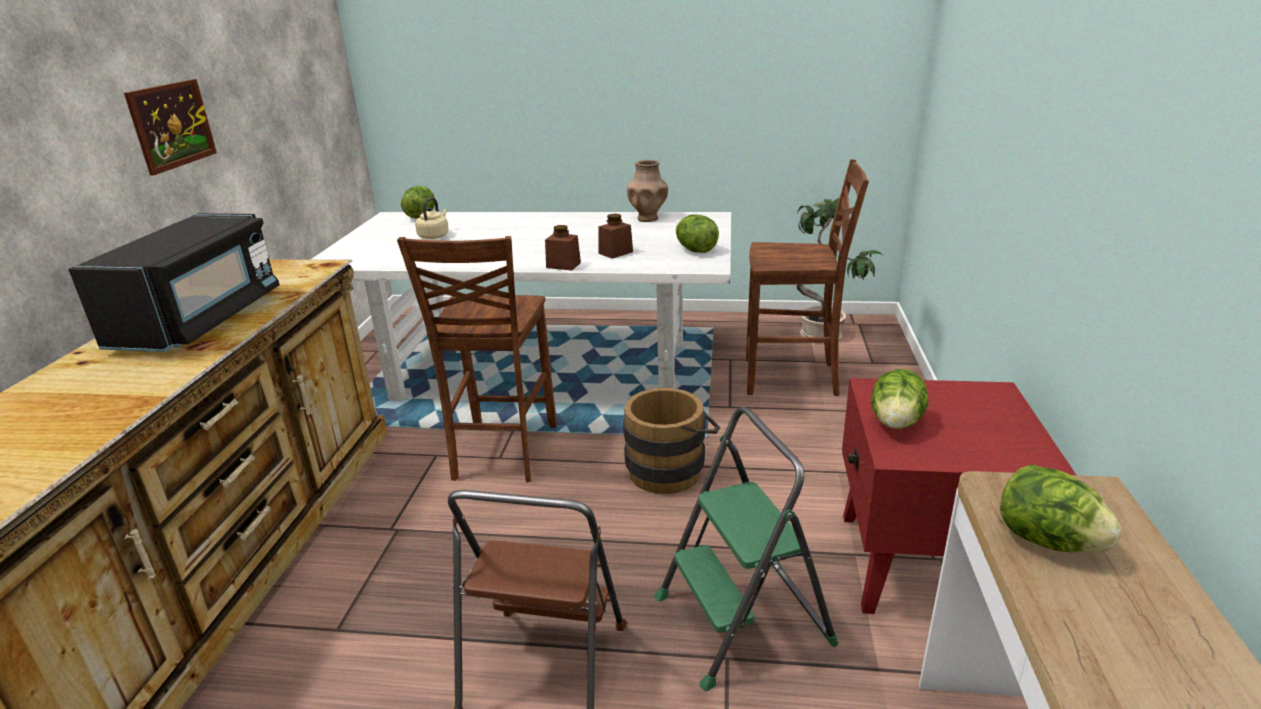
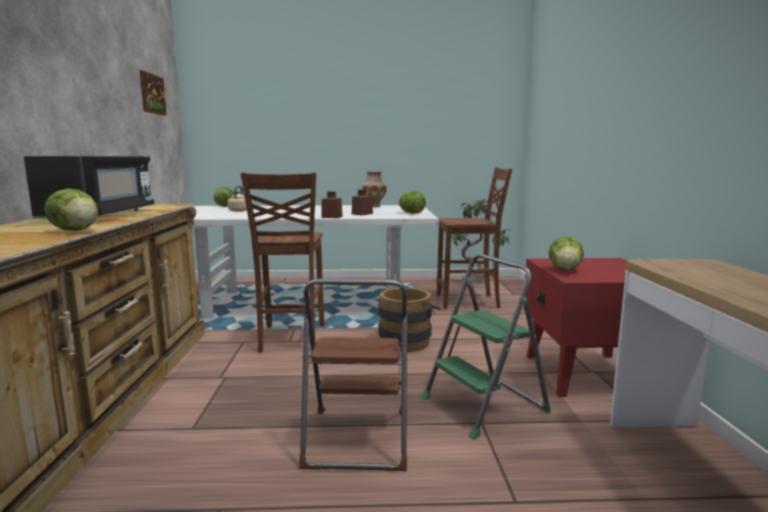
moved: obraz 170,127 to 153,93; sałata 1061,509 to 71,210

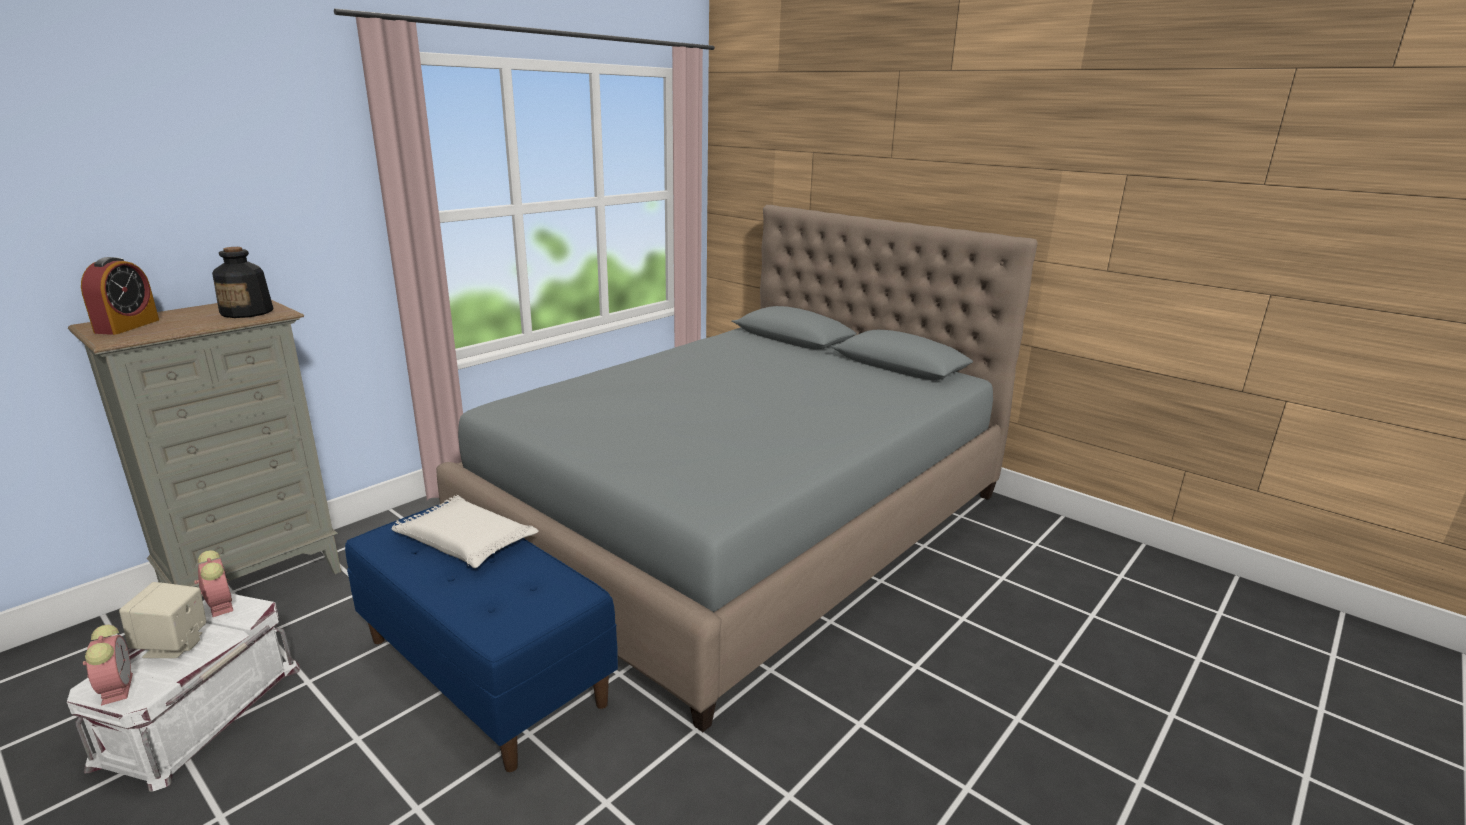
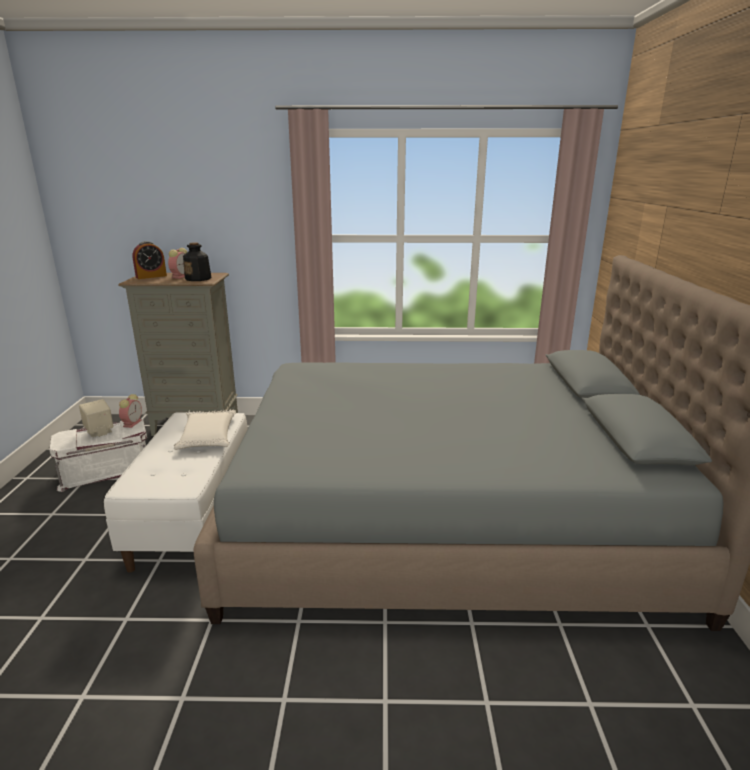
moved: budzik 108,665 to 177,263
recoloured: ławka/niebieski 481,637 to ławka/biały 176,492

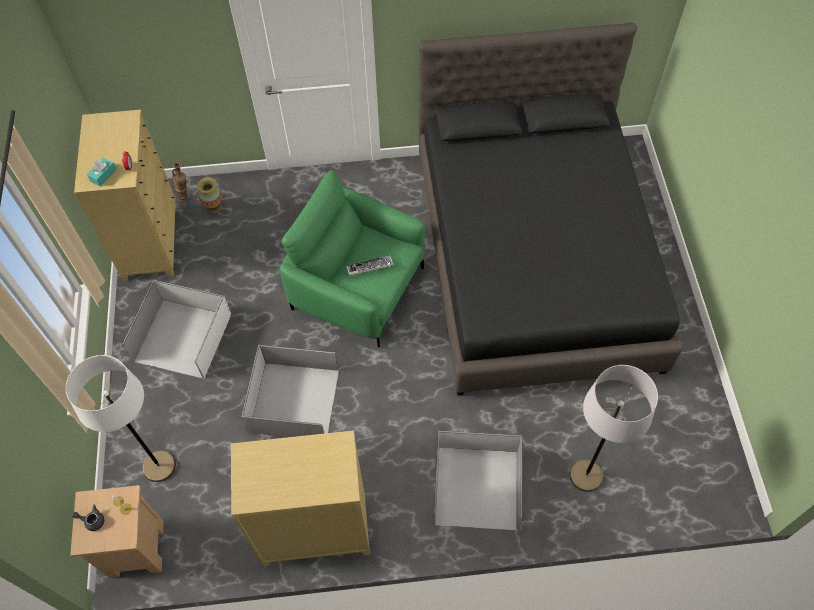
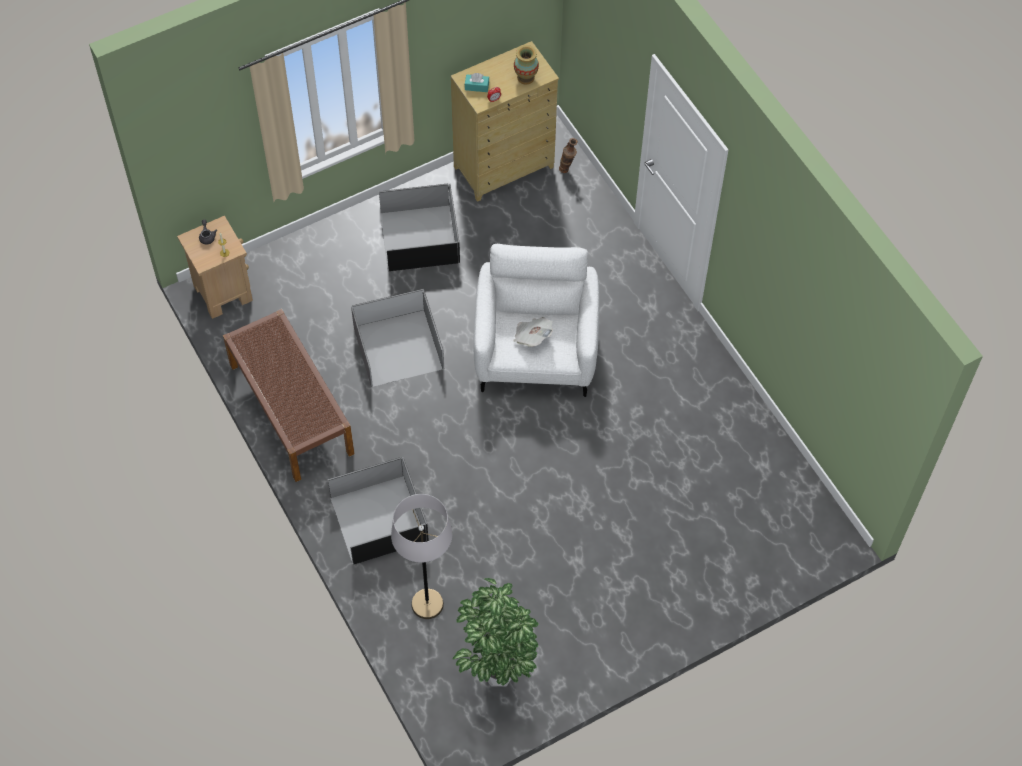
removed: lampa stojąca/biały 120,418; łóżko/czarny 551,209
added: roślina doniczkowa 495,632
moved: wazon 209,195 to 526,64
replaced: komoda/beżowy 300,498 to ławka/brązowy 289,395; klawiatura 370,265 to gazeta 533,332
recoloured: pojemnik do przechowywania/biały 176,329 to pojemnik do przechowywania/czarny 419,227; fotel/zielony 352,258 to fotel/biały 536,320

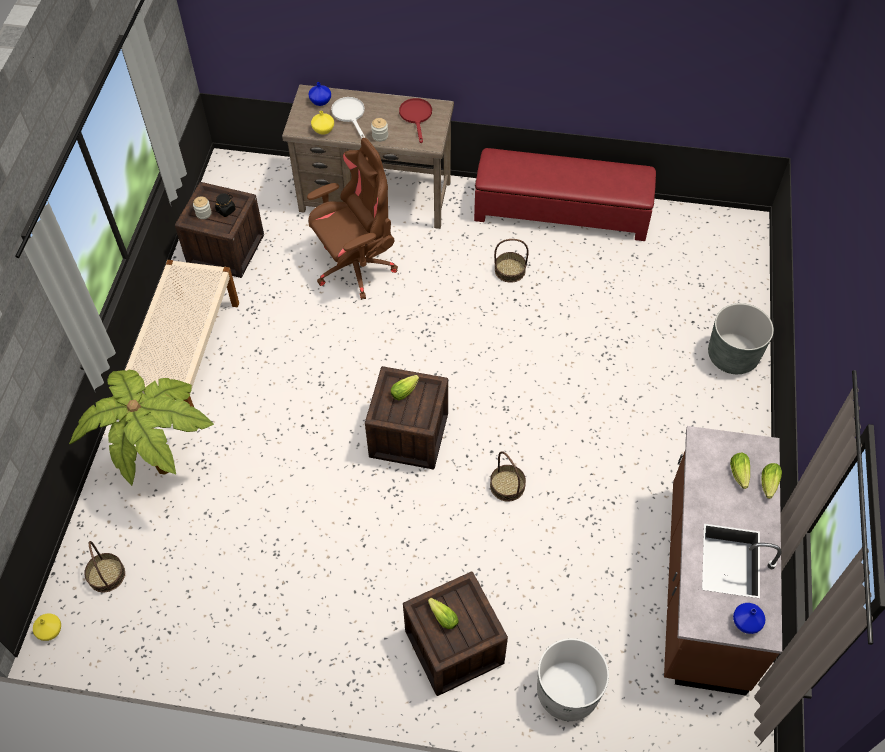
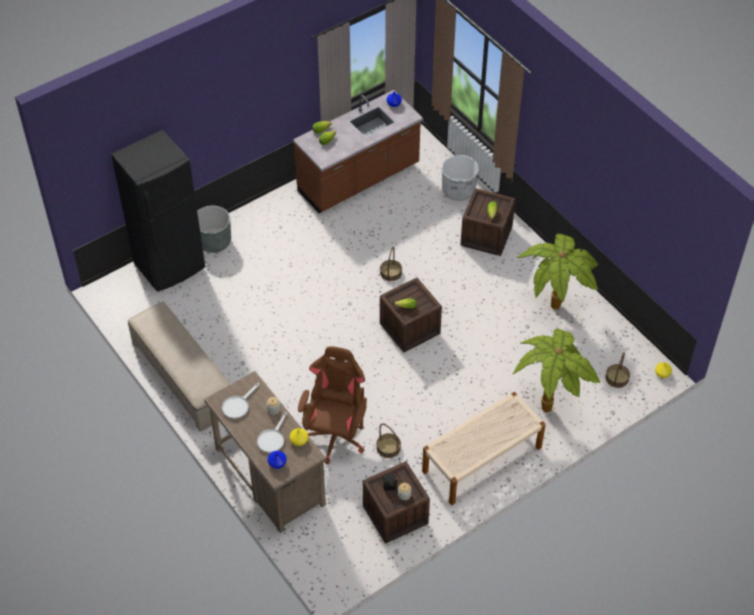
added: lodówka/czarny 158,211; roślina doniczkowa 557,271
moved: koszyk 511,261 to 389,440
recoloured: patelnia/czerwony 415,120 to patelnia/biały 240,401; ławka/czerwony 565,194 to ławka/beżowy 179,367
turned: krzesło biurowe/brązowy 352,219 = 332,405 90 degrees clockwise

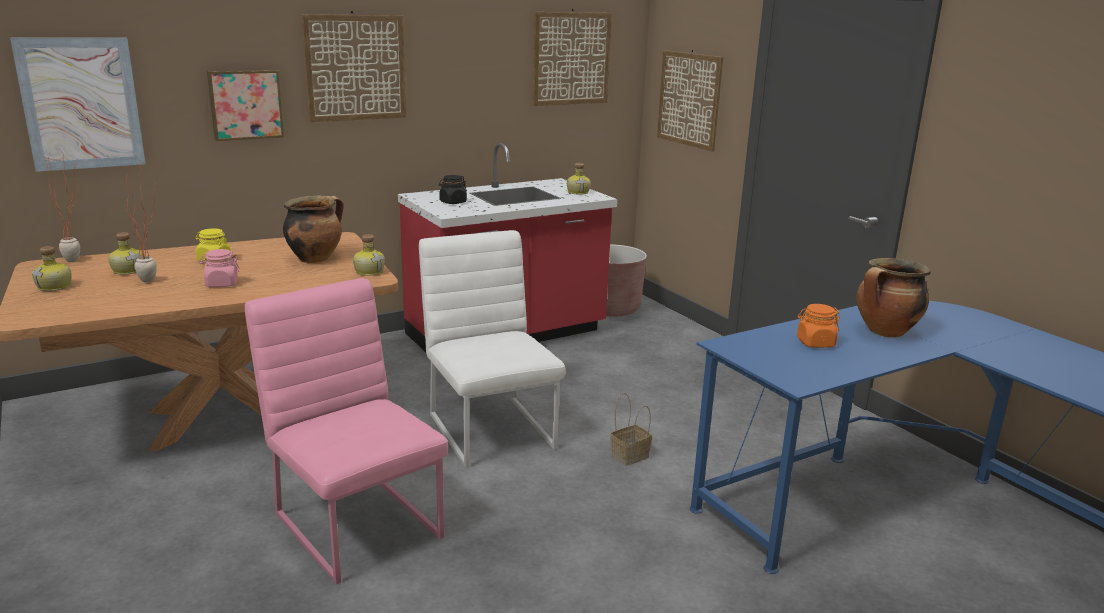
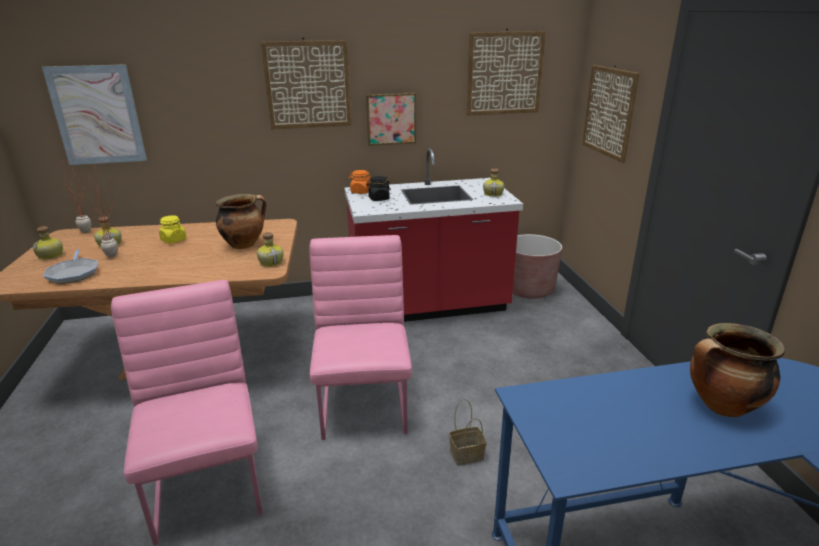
removed: słoik/różowy 219,268
added: patelnia 70,266
moved: obraz 245,105 to 391,119; słoik/pomarańczowy 818,326 to 360,182
recoloured: krzesło/biały 492,349 to krzesło/różowy 360,337

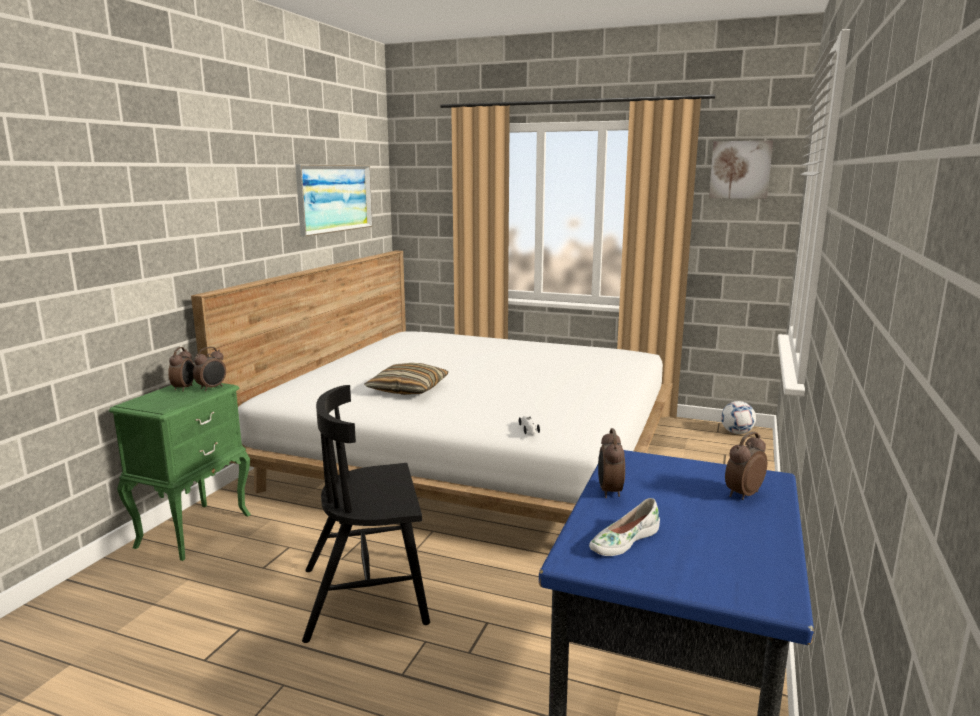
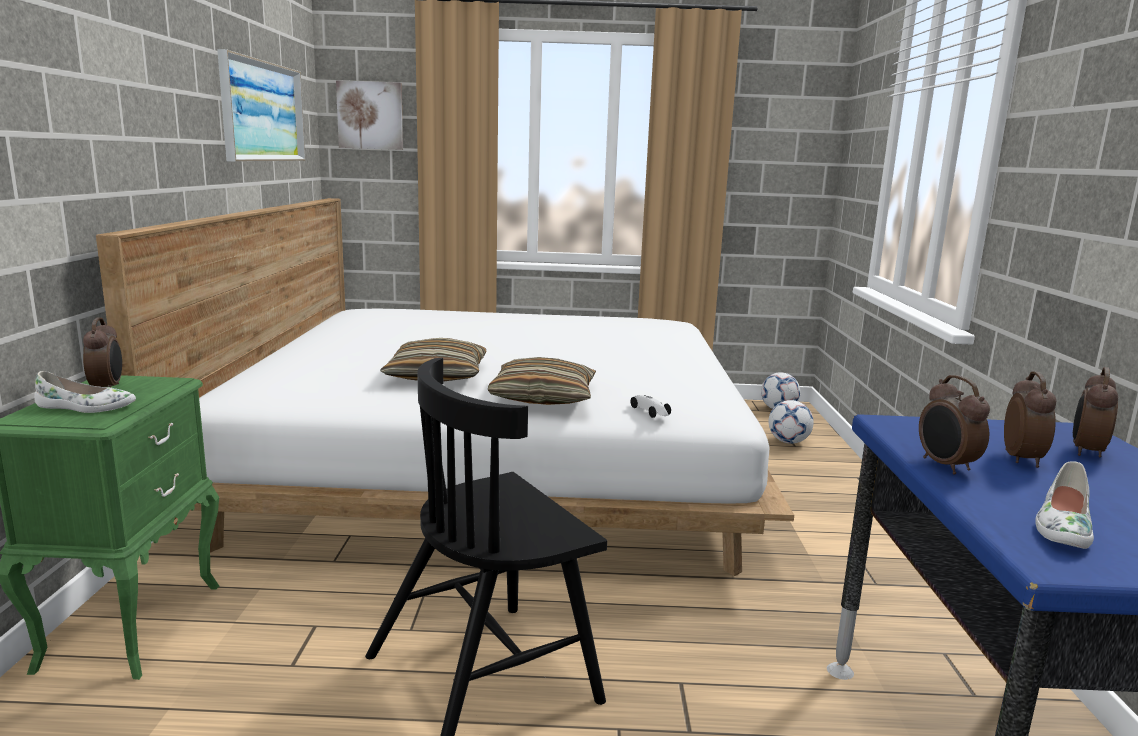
added: but/biały 85,392; poduszka 542,381; piłka futbolowa 791,422
moved: budzik 209,369 to 1030,419; obraz 741,170 to 369,115

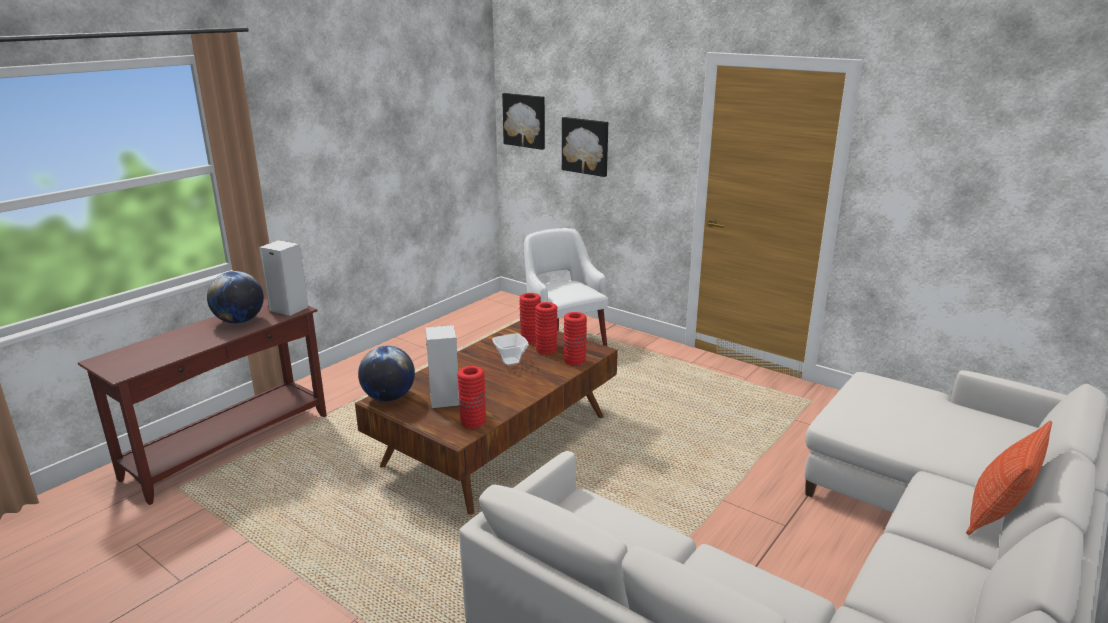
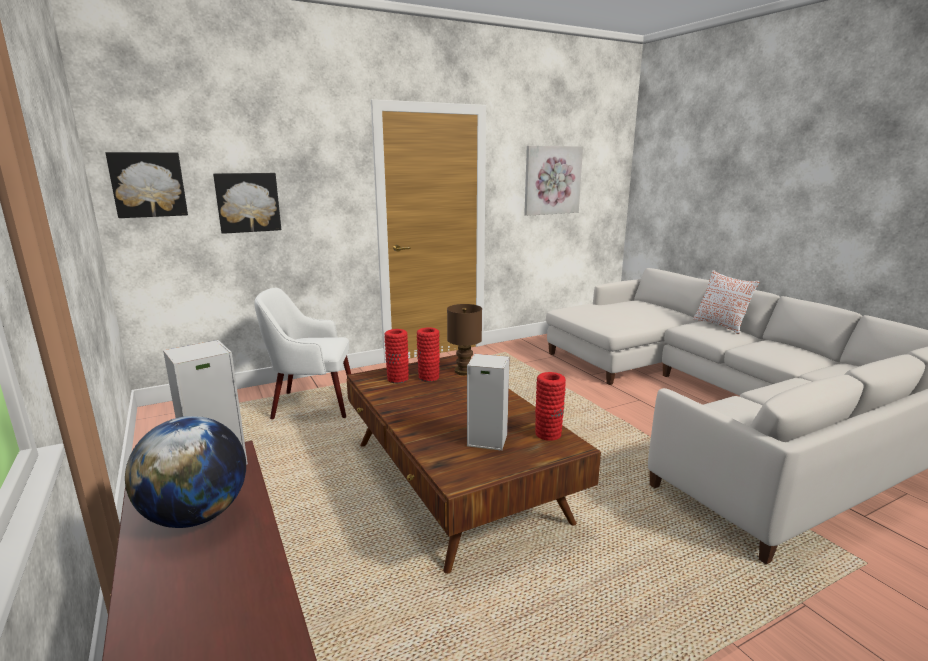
removed: globus 386,373; miska 510,349
added: obraz 553,181
replaced: wazon/czerwony 575,339 to lampa stołowa/brązowy 464,339
recoloured: poduszka/pomarańczowy 1009,477 to poduszka/biały 726,302

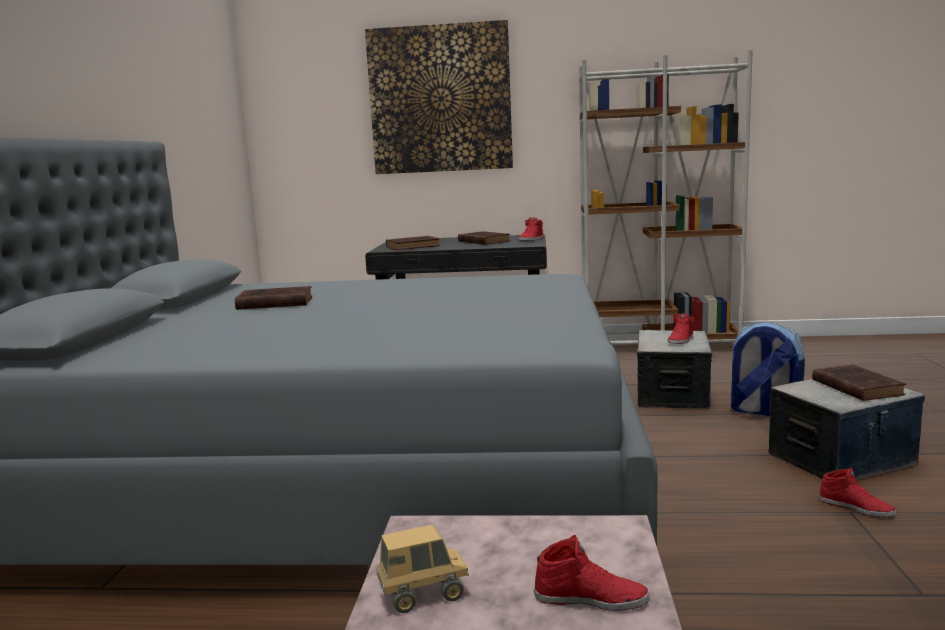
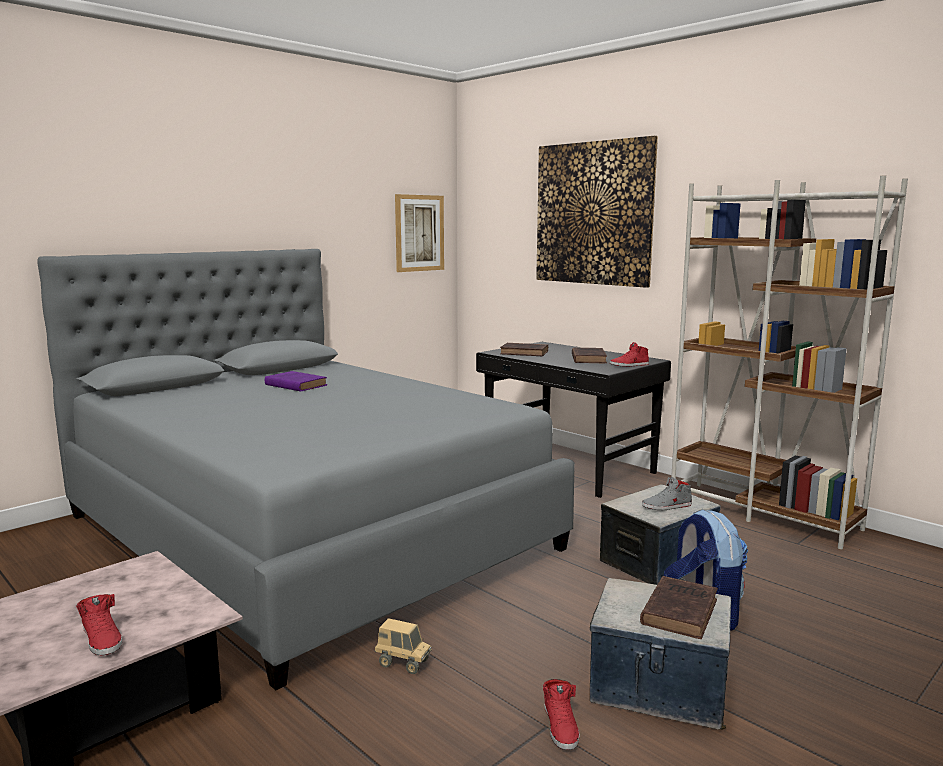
added: obraz 419,233
moved: ciężarówka zabawkowa 422,568 to 403,646
recoloured: książka/brązowy 273,298 to książka/fioletowy 296,381; but/czerwony 681,328 to but/szary 667,493

